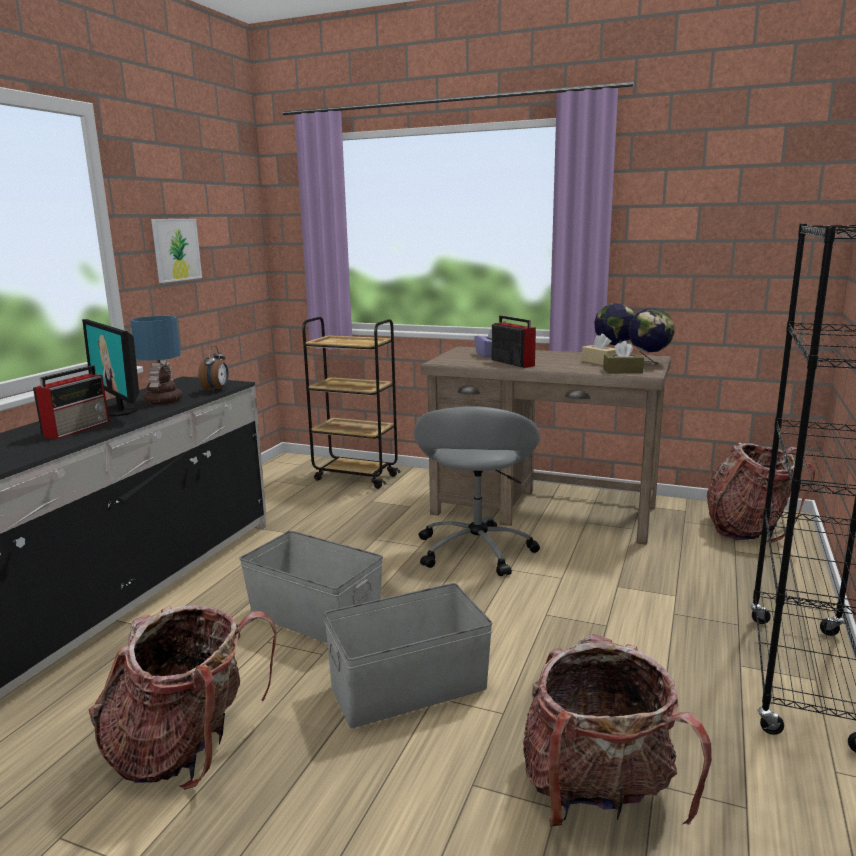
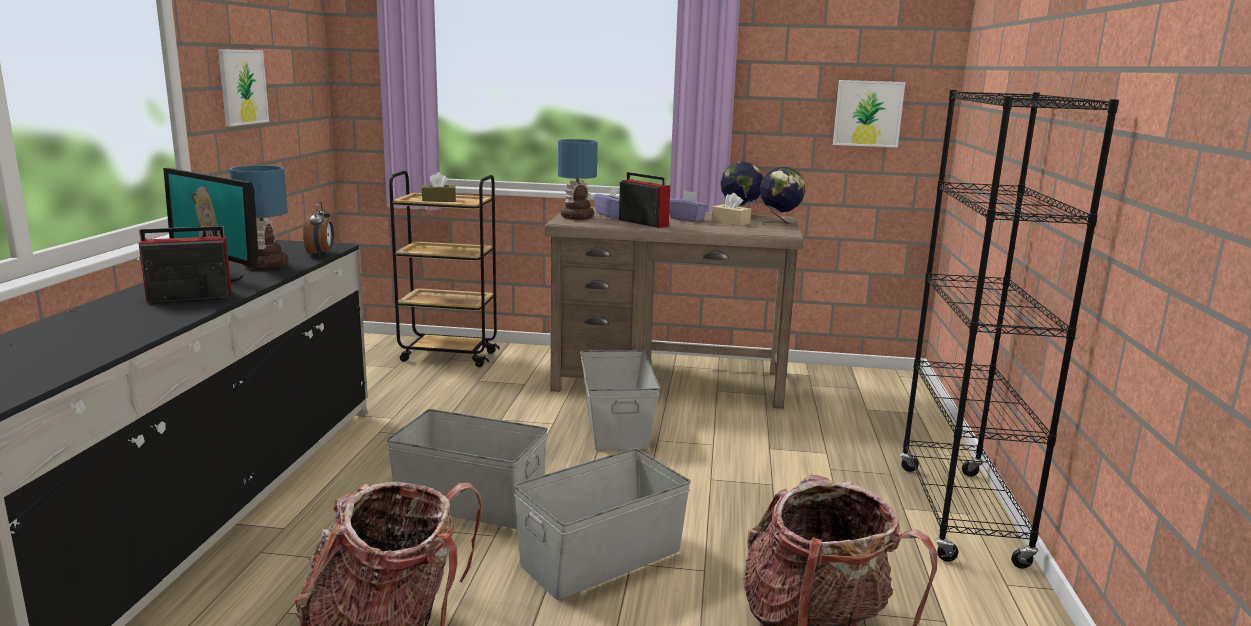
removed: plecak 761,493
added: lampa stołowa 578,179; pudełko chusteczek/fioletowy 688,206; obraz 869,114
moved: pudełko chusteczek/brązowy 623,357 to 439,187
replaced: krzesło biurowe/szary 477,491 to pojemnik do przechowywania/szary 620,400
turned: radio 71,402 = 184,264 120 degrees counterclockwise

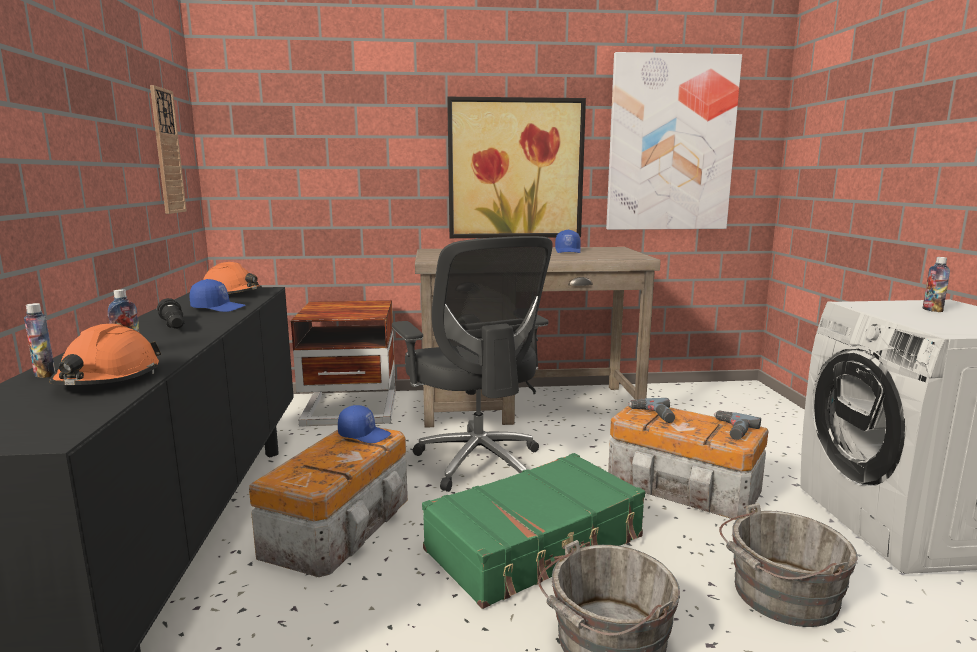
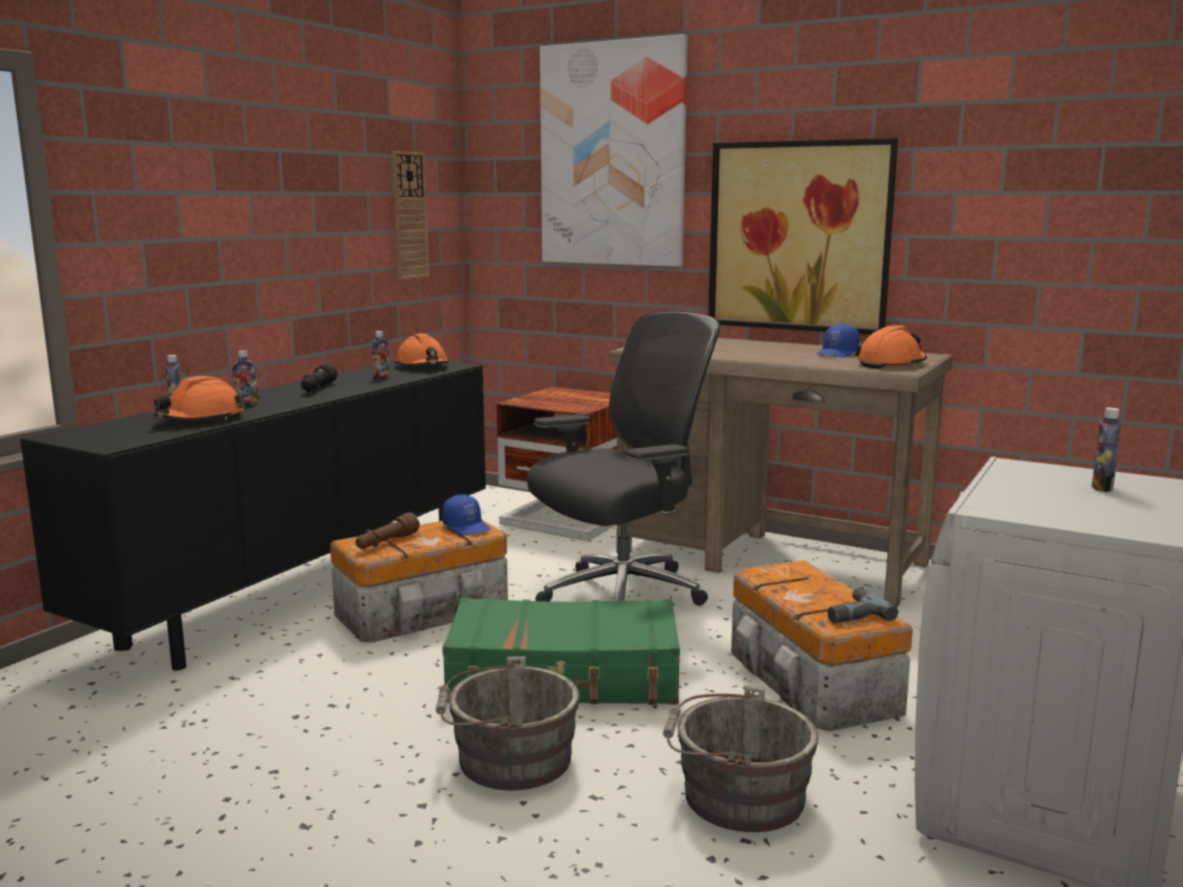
removed: wiertarka 651,410
added: latarka/brązowy 387,531; kask/pomarańczowy 891,347
moved: obraz 674,141 to 614,150
replaced: czapka z daszkiem/niebieski 217,295 to butelka 381,355
turned: krzesło biurowe 472,364 = 623,458 135 degrees counterclockwise

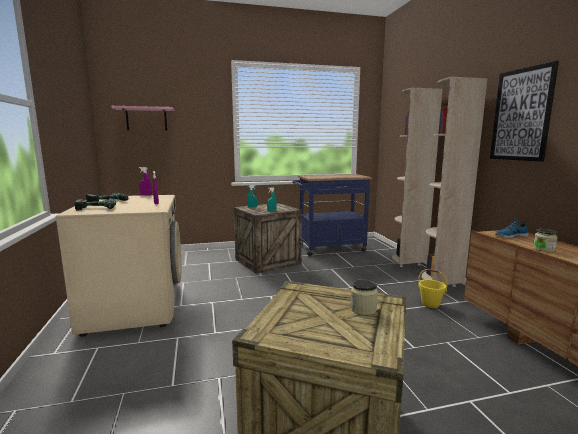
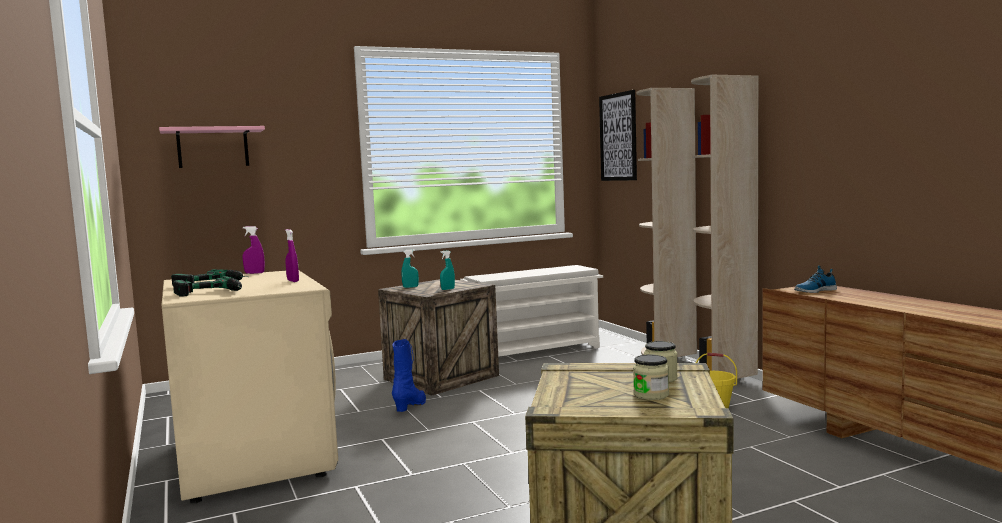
added: but z cholewką/niebieski 409,375
moved: obraz 524,111 to 618,135; słoik 545,240 to 651,377
replaced: wózek/niebieski 332,215 to regał na buty/biały 531,311

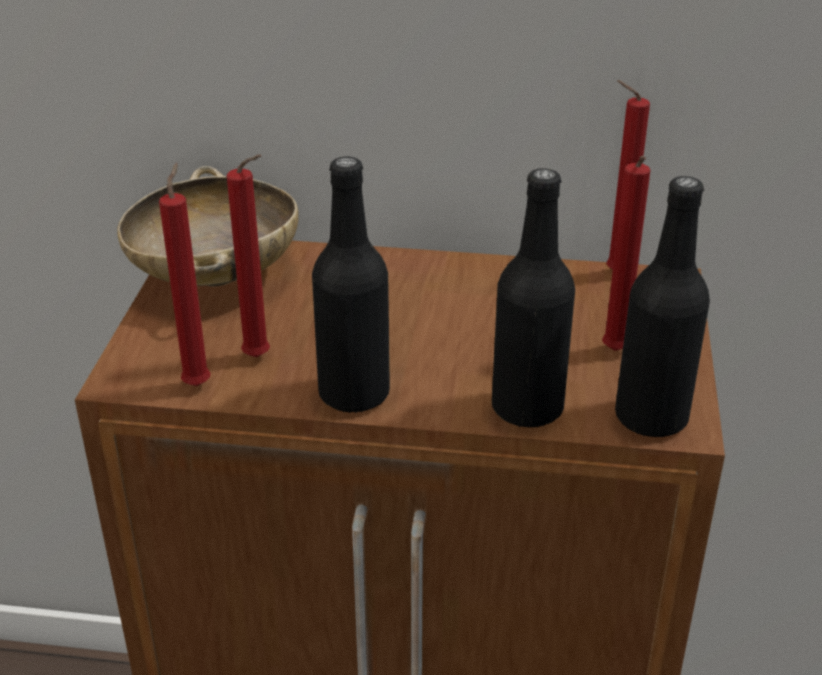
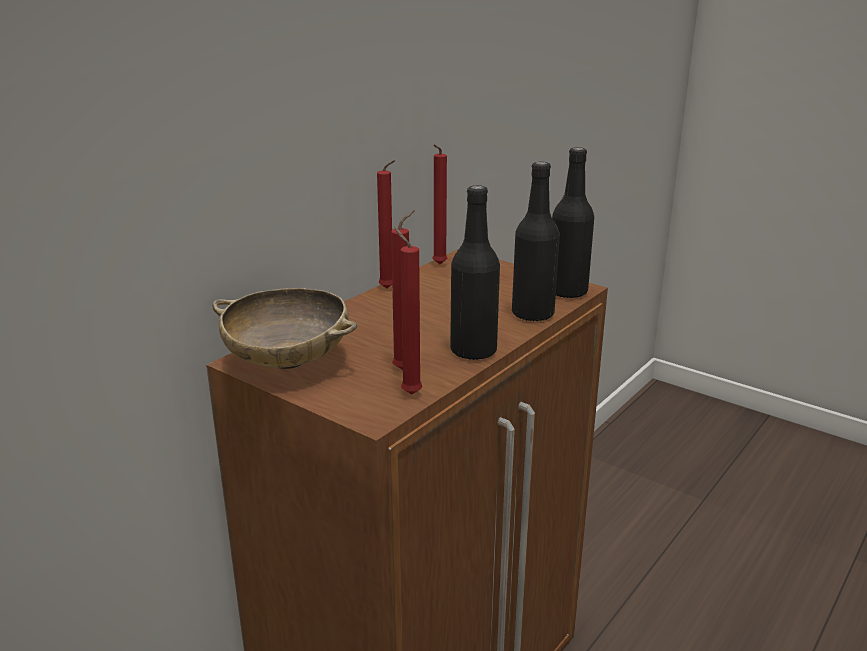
moved: świeca/czerwony 626,253 to 386,224

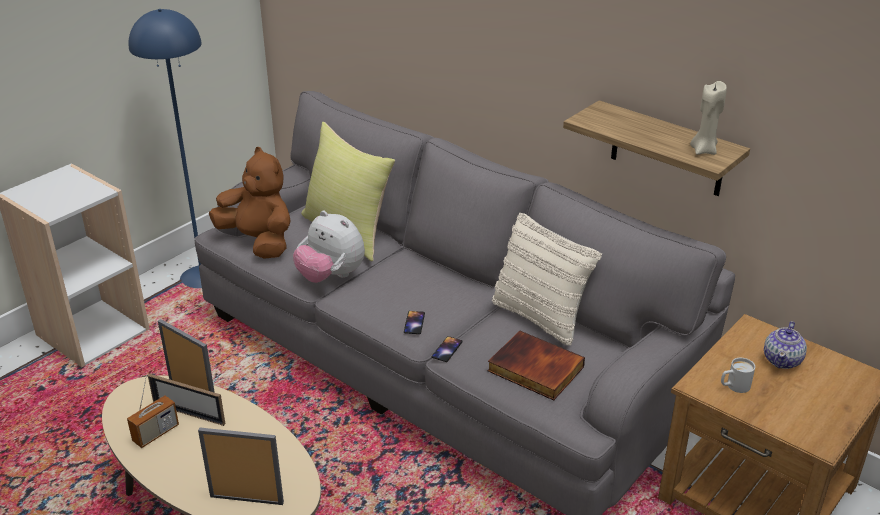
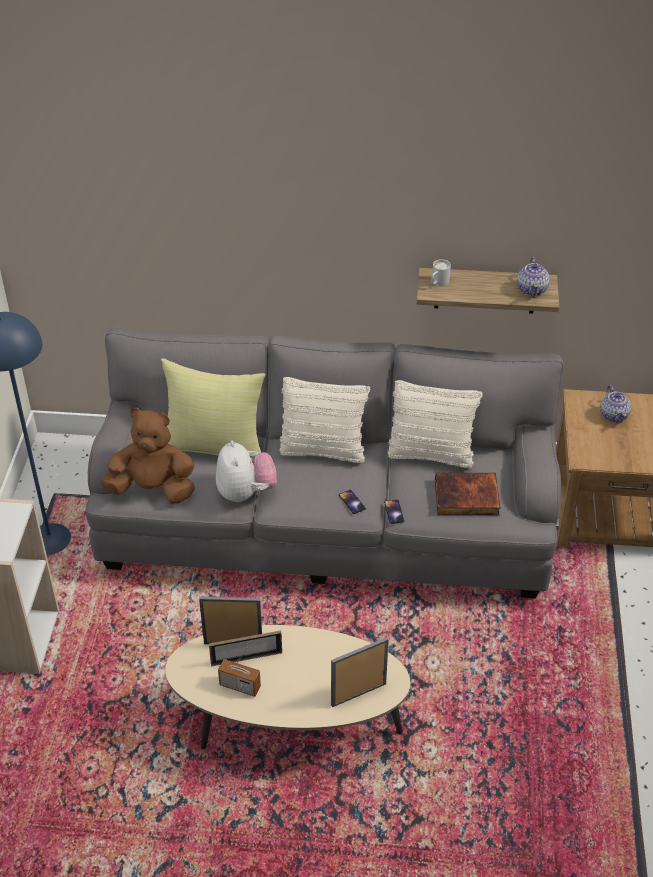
added: poduszka/beżowy 325,420
moved: kubek/biały 738,375 to 441,272
replaced: świeca/beżowy 708,118 to imbryk 533,277
turned: radio 153,411 = 239,672 105 degrees clockwise; pluszak 329,246 = 246,471 105 degrees counterclockwise

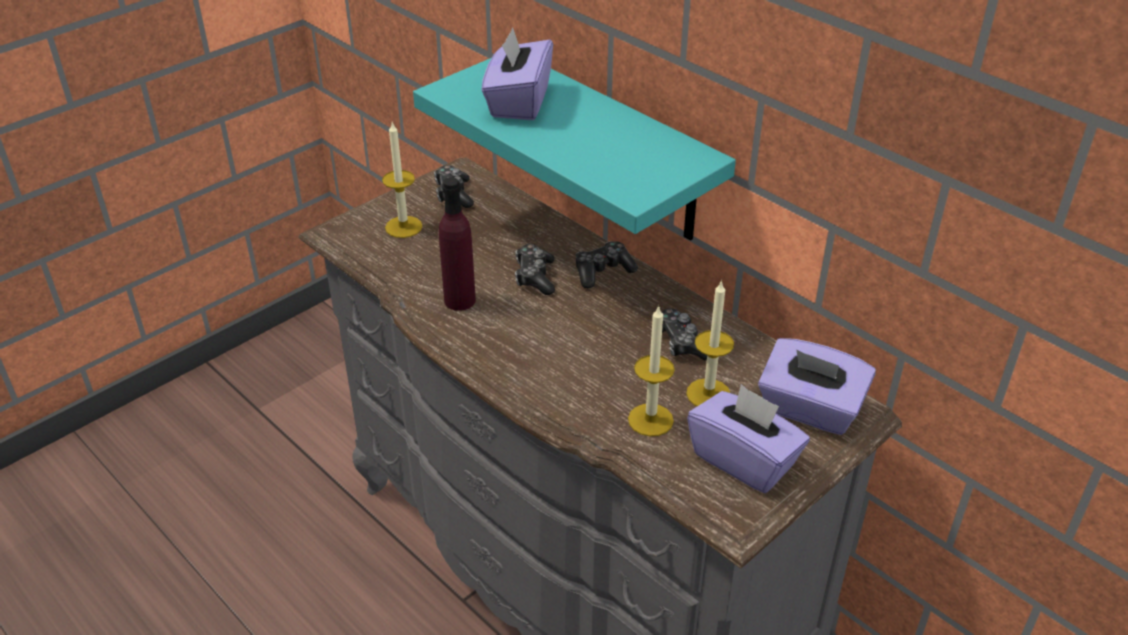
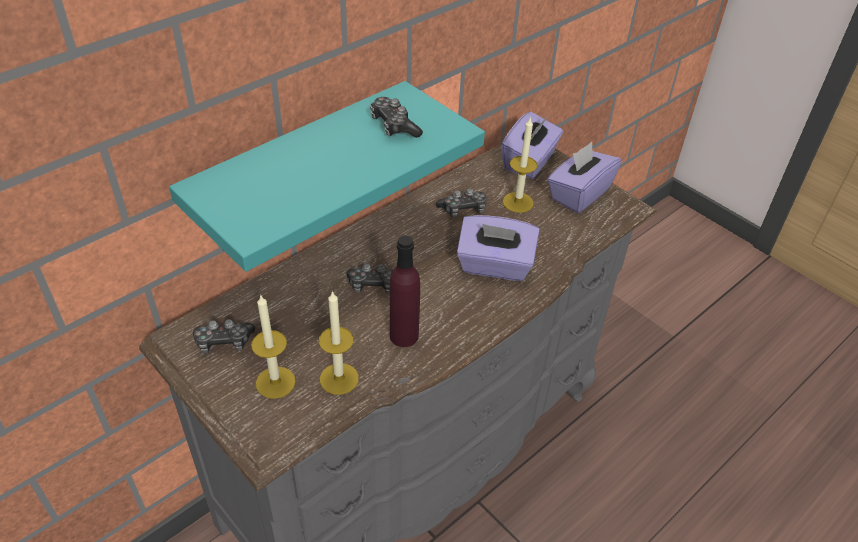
moved: pudełko chusteczek/fioletowy 517,74 to 498,248; pad do gier 607,264 to 396,117; świeca 651,370 to 339,343

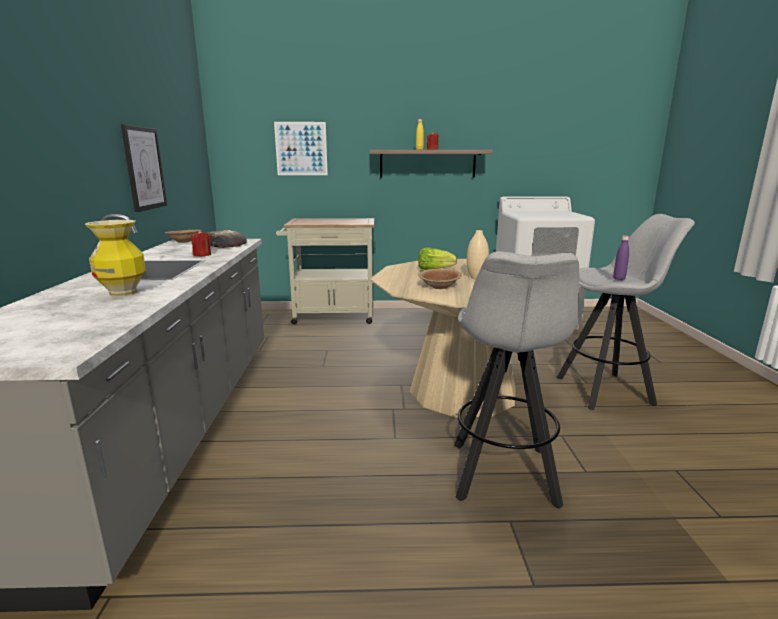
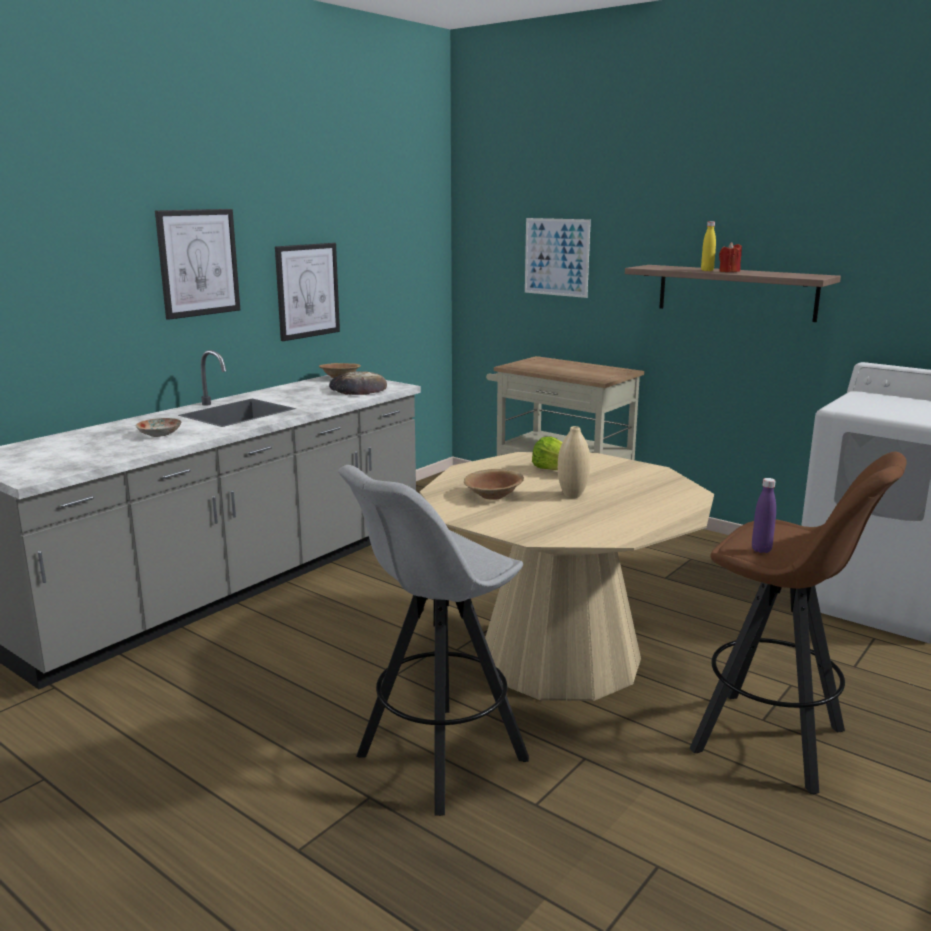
removed: świeca/czerwony 201,243
added: obraz 197,264
replaced: wazon 115,258 to talerz 158,427
recoloured: stołek/szary 626,312 to stołek/brązowy 798,623

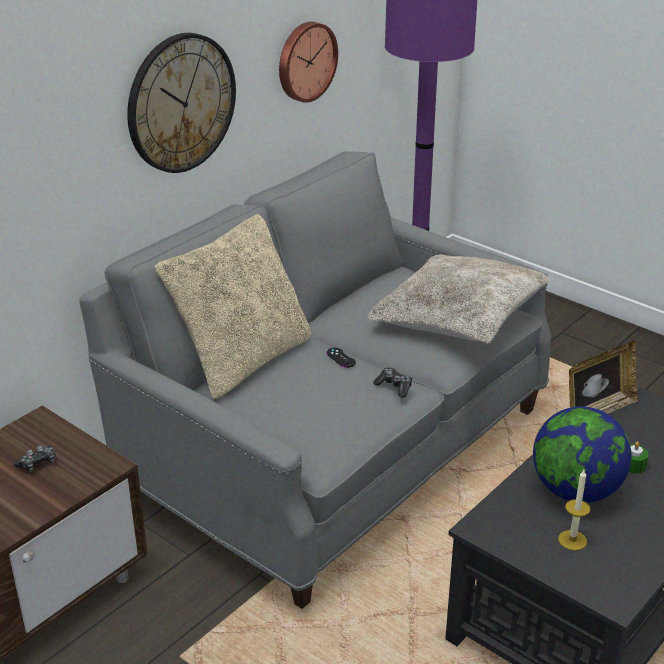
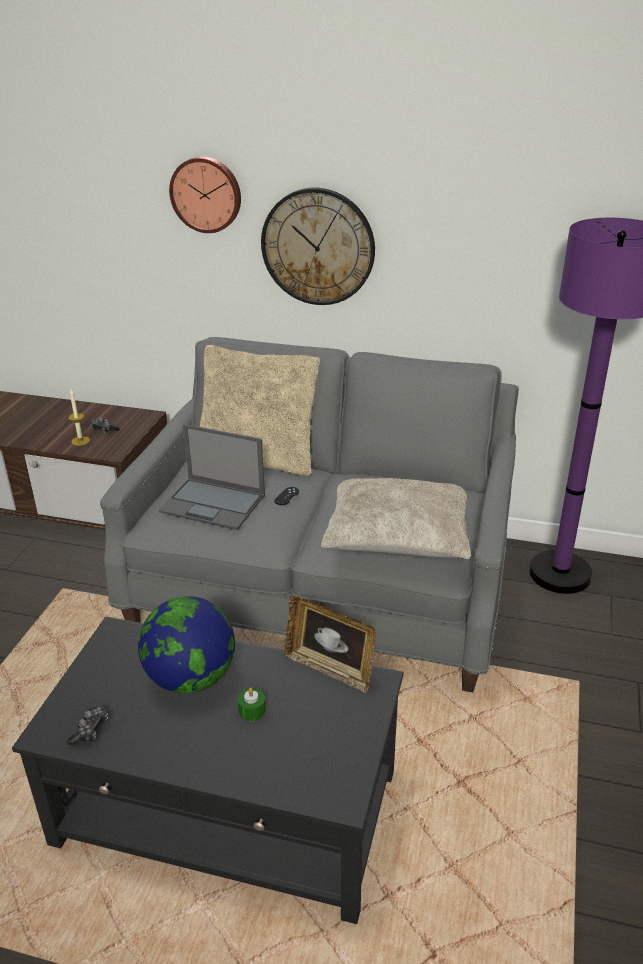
added: laptop 212,477
moved: zegar ścienny 308,62 to 205,194; pad do gier 393,382 to 87,726; świeca 574,510 to 79,417

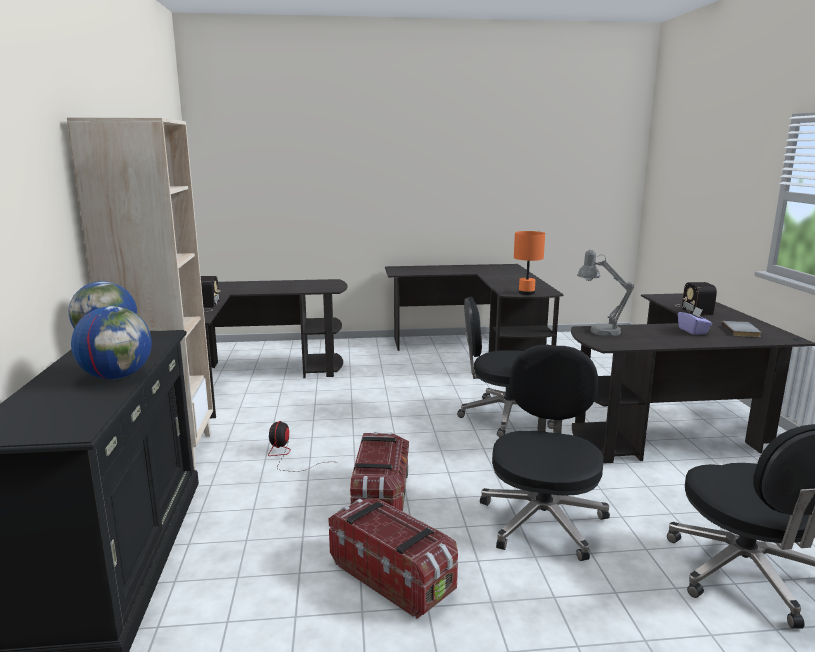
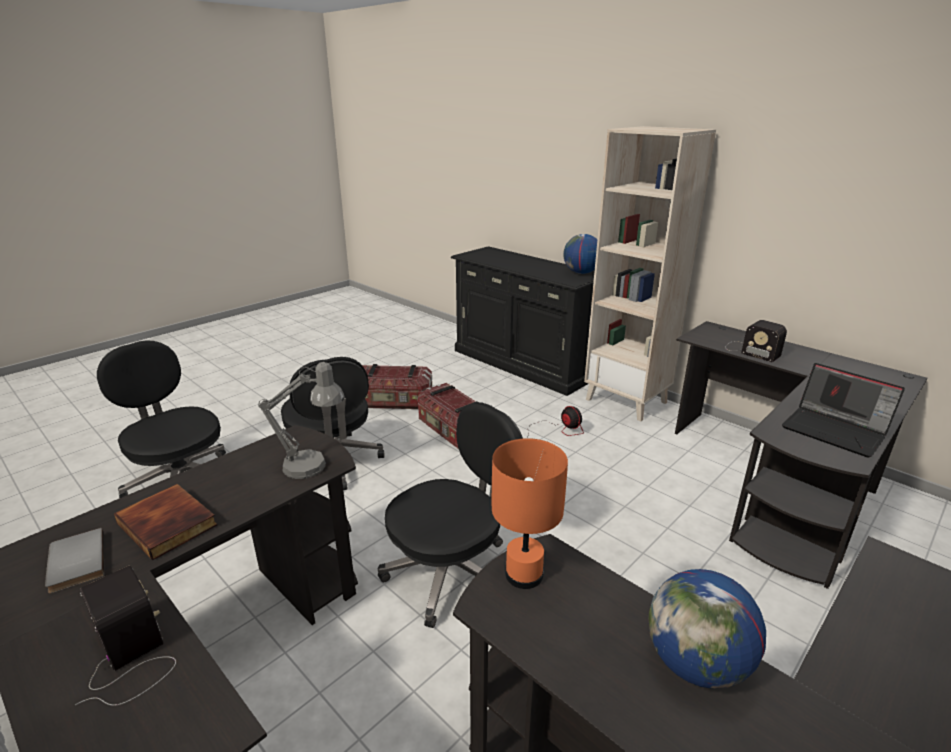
added: laptop 843,410
moved: globus 111,343 to 707,629
replaced: pudełko chusteczek/fioletowy 695,321 to książka 165,522

